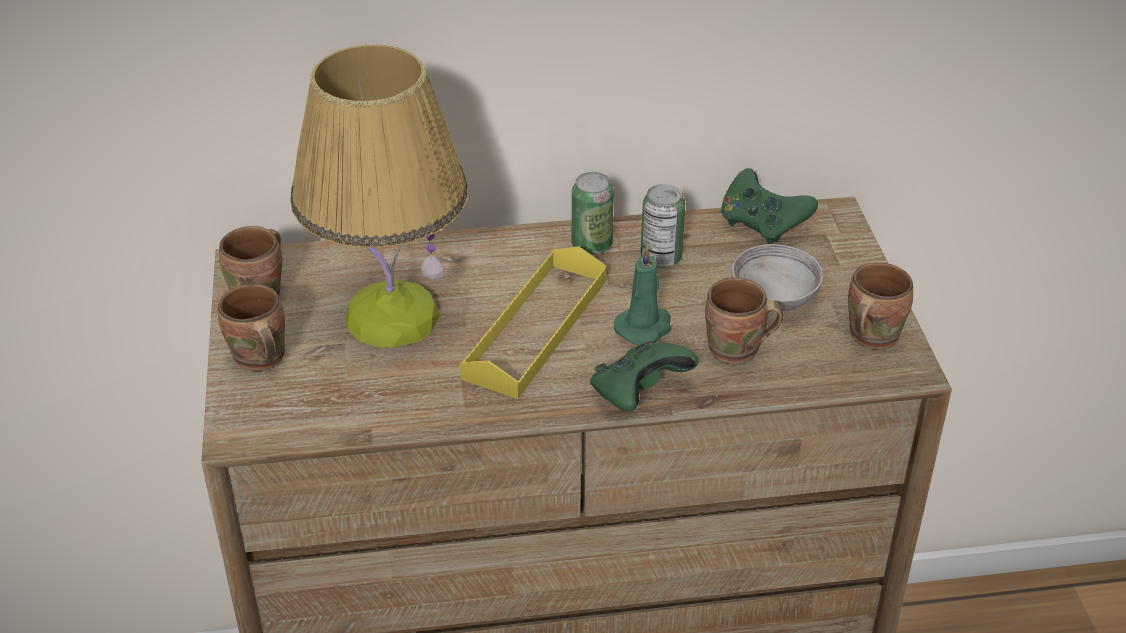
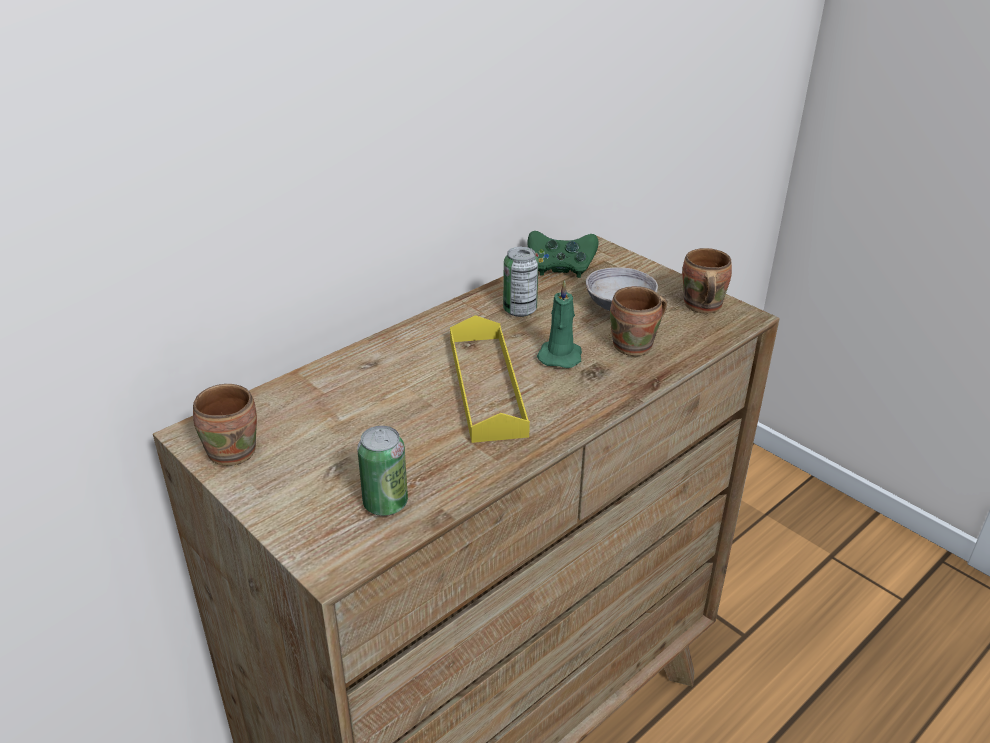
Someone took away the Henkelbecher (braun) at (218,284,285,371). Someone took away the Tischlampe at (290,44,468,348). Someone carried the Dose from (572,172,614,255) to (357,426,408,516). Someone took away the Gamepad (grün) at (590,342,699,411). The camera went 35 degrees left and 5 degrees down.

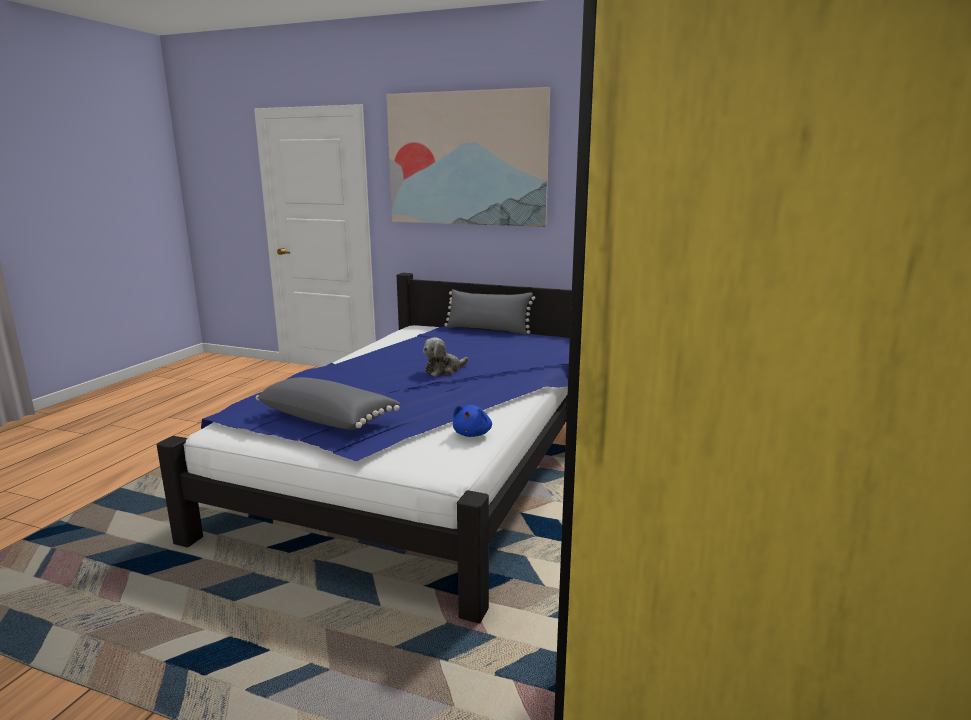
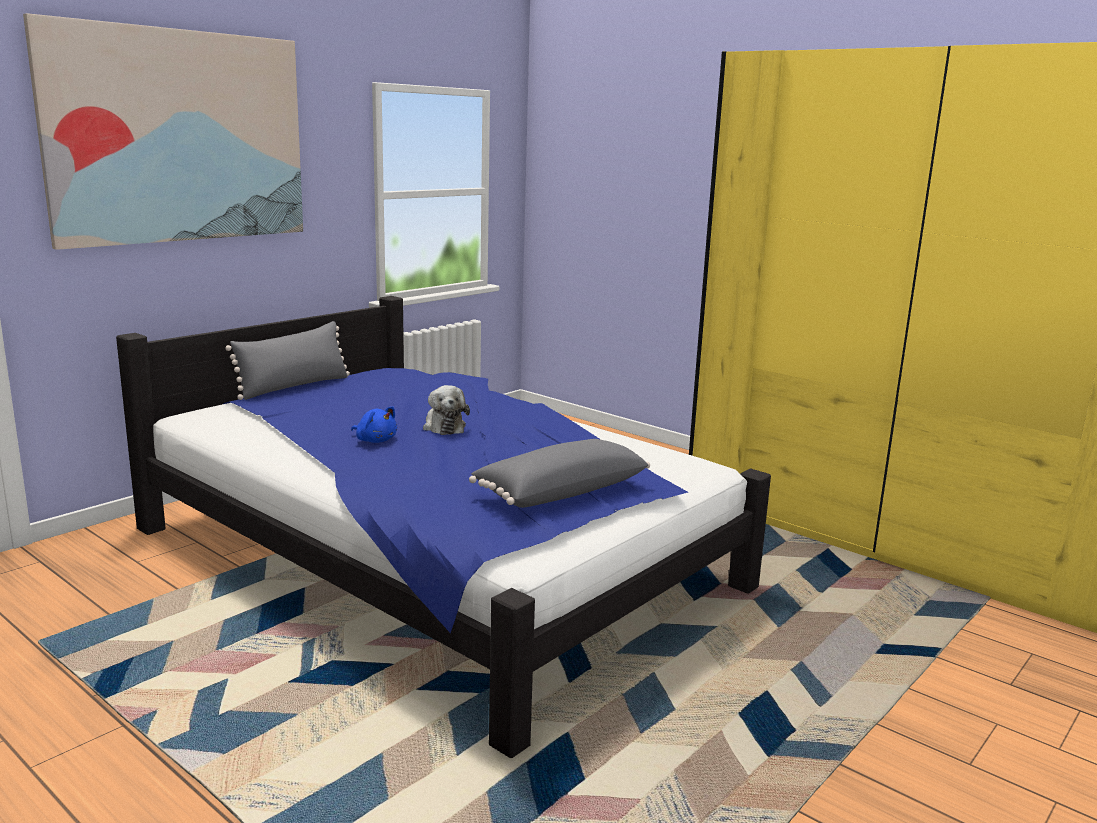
Someone carried the Plüschtier (blau) from (453,405,492,437) to (351,407,397,443). The camera went 70 degrees left and 0 degrees up.

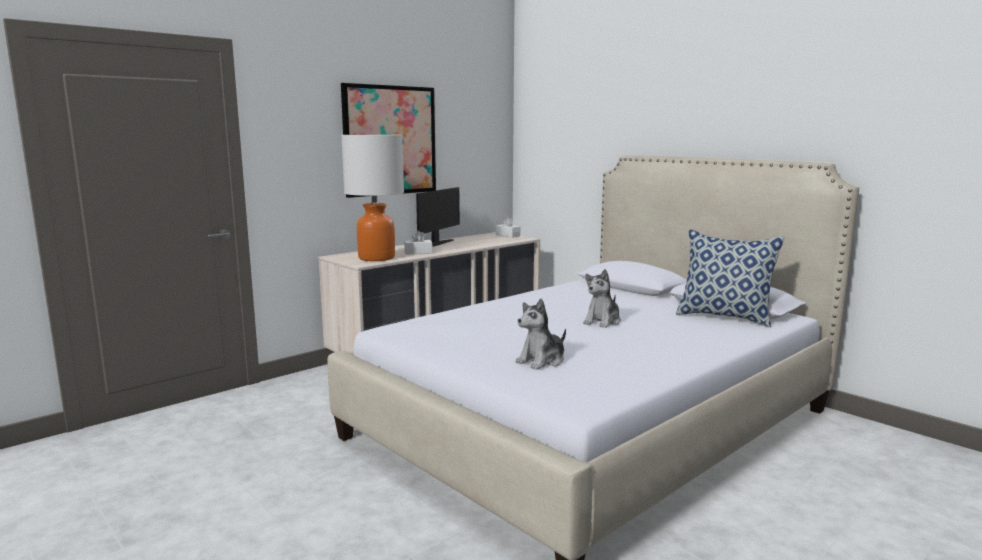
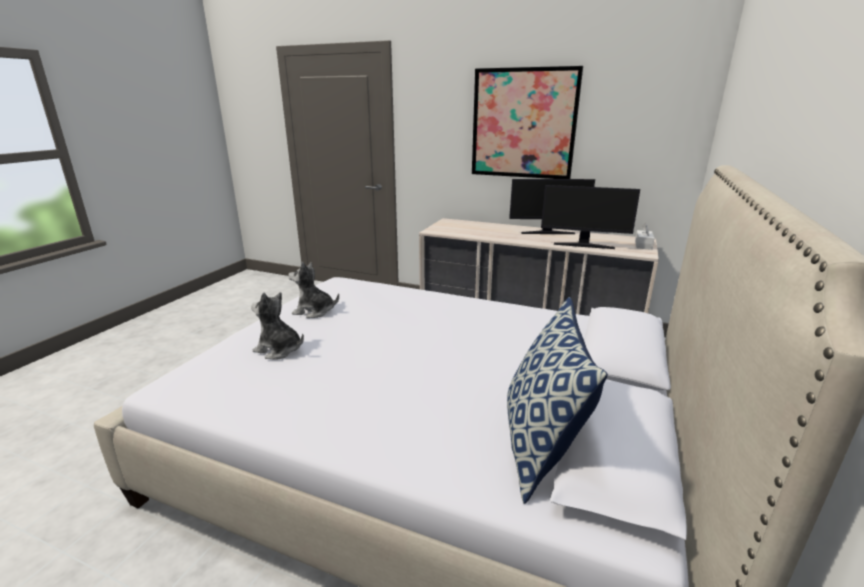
Someone took away the Tischlampe at (341,135,404,261). Someone took away the Taschentuchbox (weiß) at (404,230,433,255). Someone carried the Plüschtier from (583,269,621,328) to (288,262,339,318). Someone put down the Monitor at (541,185,640,249). The camera went 65 degrees right and 10 degrees up.

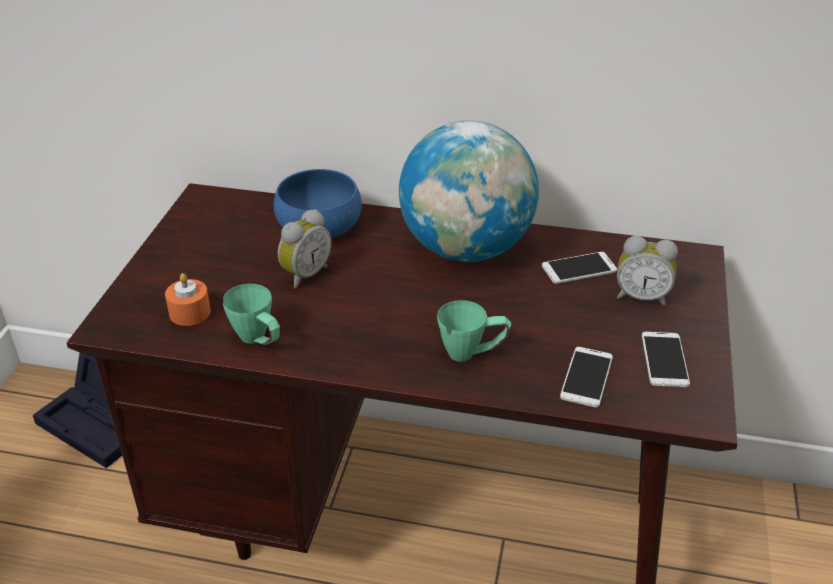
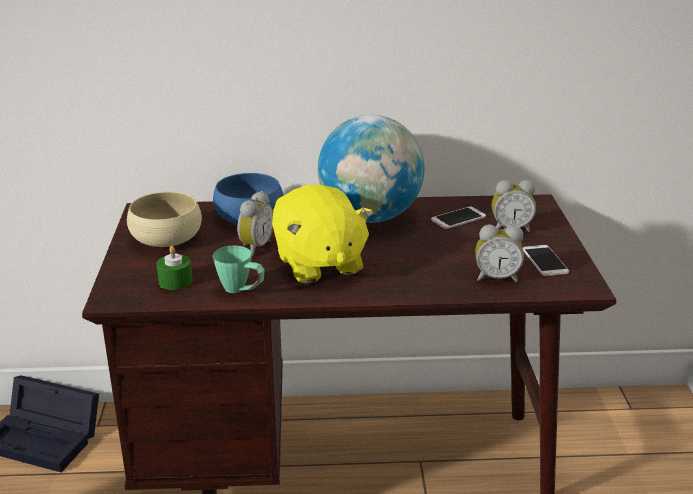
Someone repainted the Kerze (orange) at (165,273,211,326), which became the Kerze (grün) at (157,246,192,290). Someone took away the Henkelbecher (grün) at (437,300,511,362). Someone swapped the Handy at (560,347,613,407) for the Wecker at (475,225,524,283). Someone put down the Schüssel (beige) at (127,191,202,247). Someone put down the Plüschtier (gelb) at (272,185,373,284). The camera went 15 degrees left and 10 degrees down.

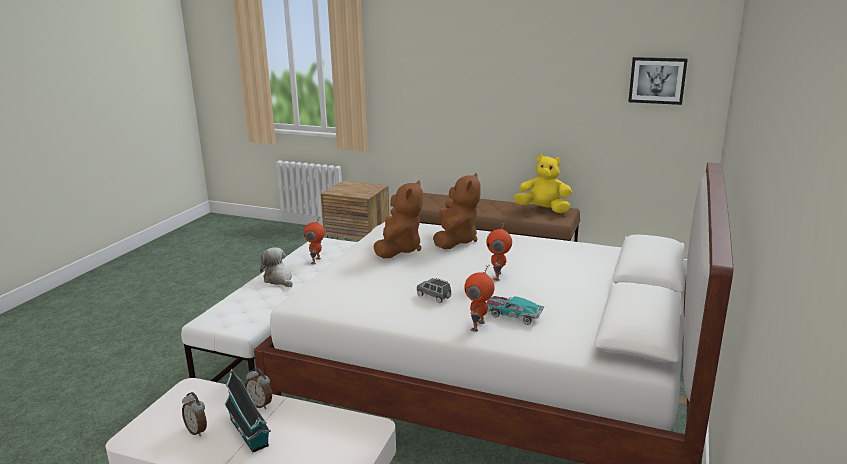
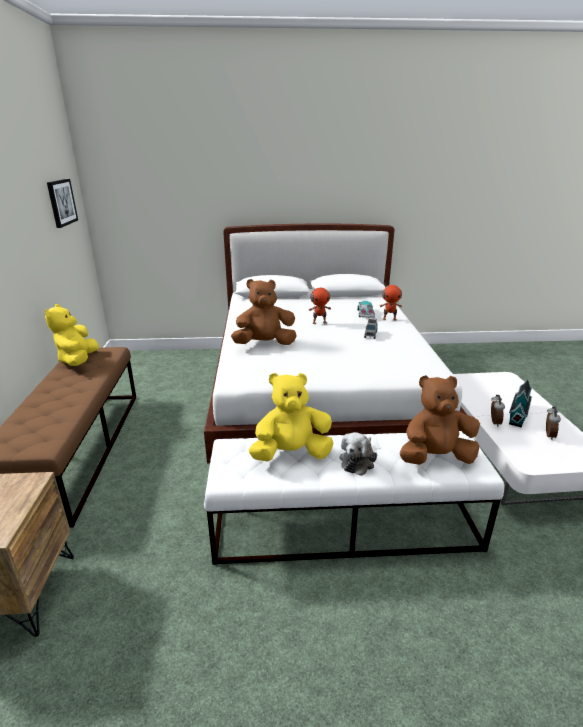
Someone swapped the Spielzeugroboter at (304,217,325,264) for the Plüschtier (gelb) at (249,373,334,462). Someone carried the Plüschtier (braun) from (374,180,423,258) to (400,375,480,465). The camera went 115 degrees left and 5 degrees up.

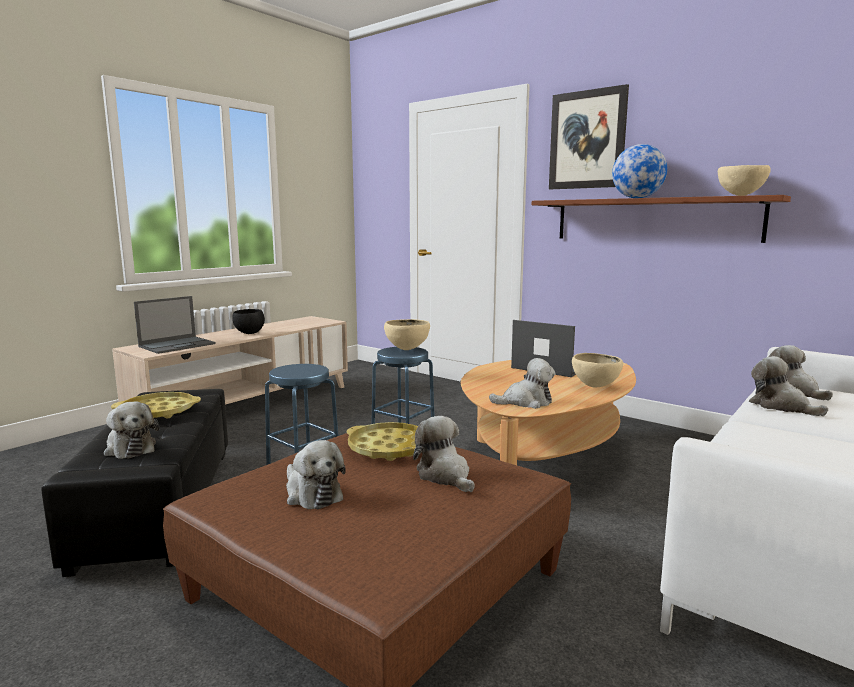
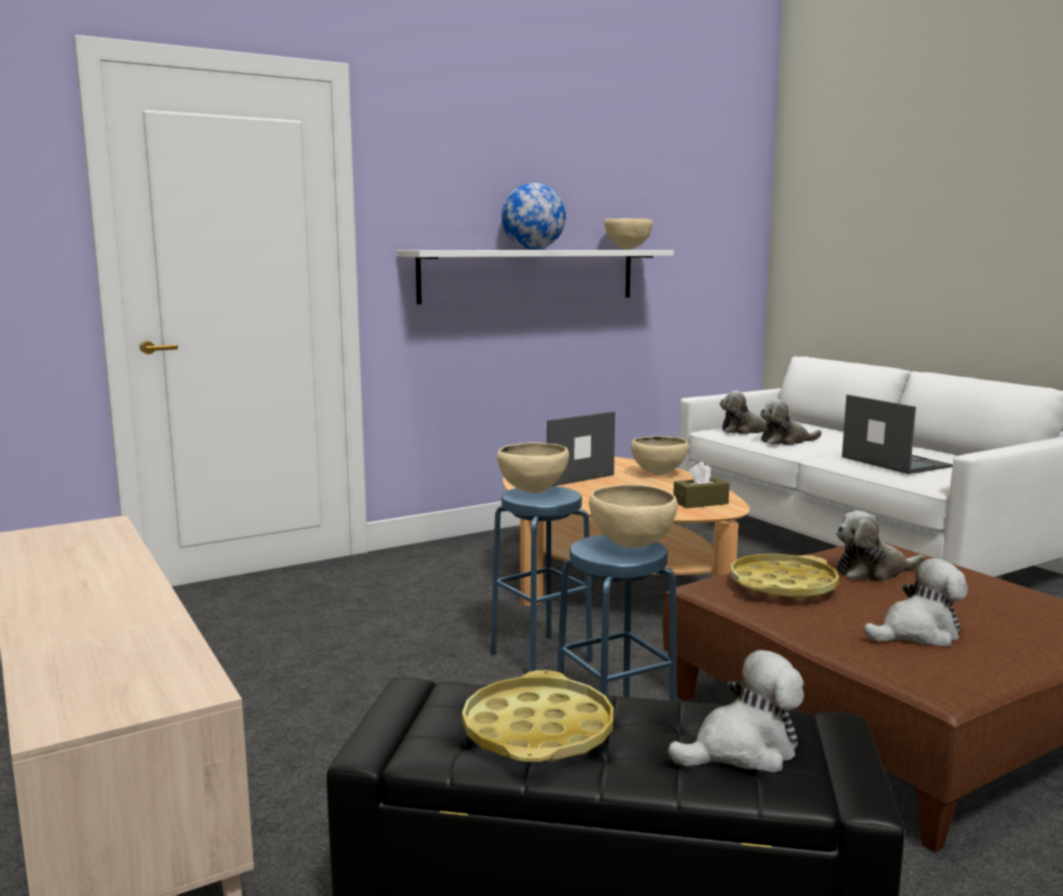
Someone carried the Laptop from (134,296,216,354) to (842,395,953,474). Someone took away the Schüssel (schwarz) at (232,309,265,334). Someone swapped the Plüschtier at (489,358,556,409) for the Taschentuchbox (braun) at (673,462,729,508). Someone repainted the Wandregal (braun) at (532,195,791,243), which became the Wandregal (weiß) at (397,250,674,304). Someone took away the Bild at (549,84,629,189). Someone put down the Schüssel (beige) at (589,484,678,548). The camera went 70 degrees left and 0 degrees up.

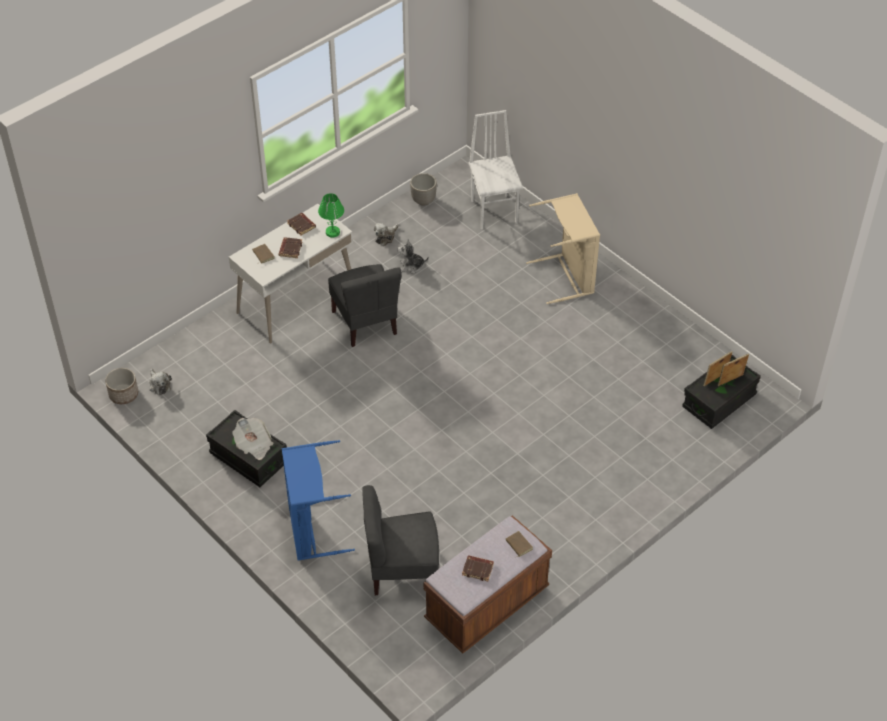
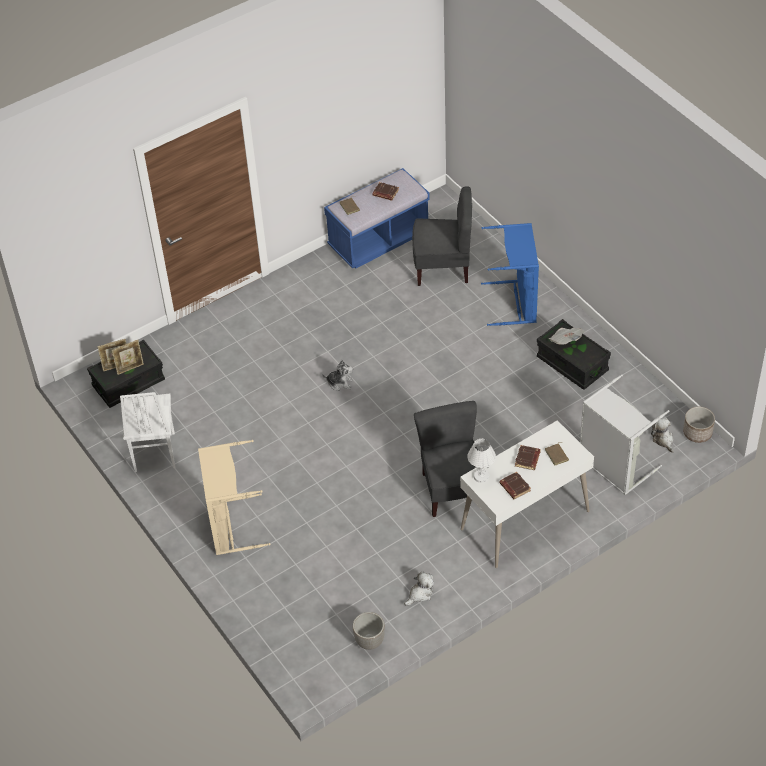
Someone repainted the Tischlampe (grün) at (318,193,344,238), which became the Tischlampe (weiß) at (467,439,496,483). Someone carried the Plüschtier from (397,239,429,273) to (322,360,353,391). Someone repainted the Bank (braun) at (424,515,552,654), which became the Bank (blau) at (324,168,430,269). Someone carried the Stuhl (weiß) from (469,110,523,229) to (120,392,175,472). Someone put down the Wäschekorb (grau) at (580,374,670,495). The camera went 170 degrees left and 0 degrees up.

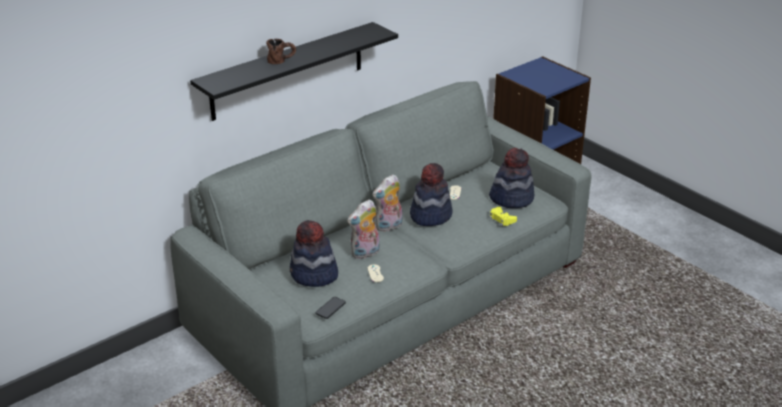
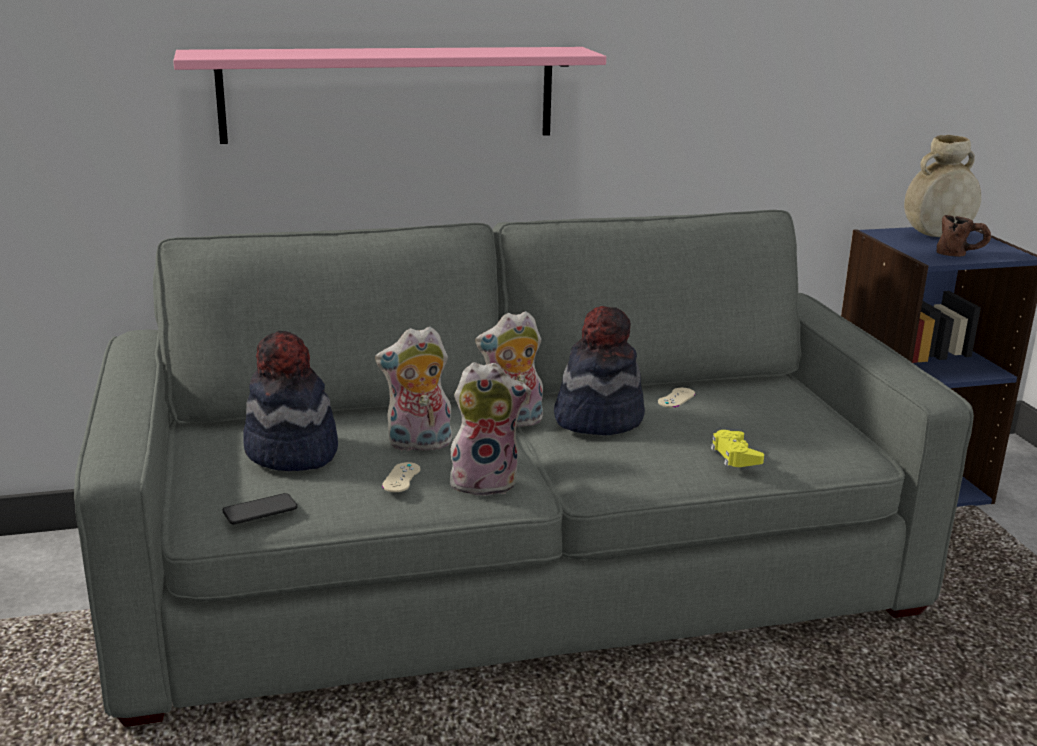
Someone repainted the Wandregal (schwarz) at (190,22,398,121), which became the Wandregal (rosa) at (173,47,606,144). Someone carried the Henkelbecher (braun) from (266,39,296,64) to (936,215,991,257). Someone took away the Hut at (489,148,535,208). Someone put down the Plüschtier at (450,362,531,496). Someone put down the Vase (beige) at (904,135,981,237). The camera went 25 degrees right and 10 degrees down.

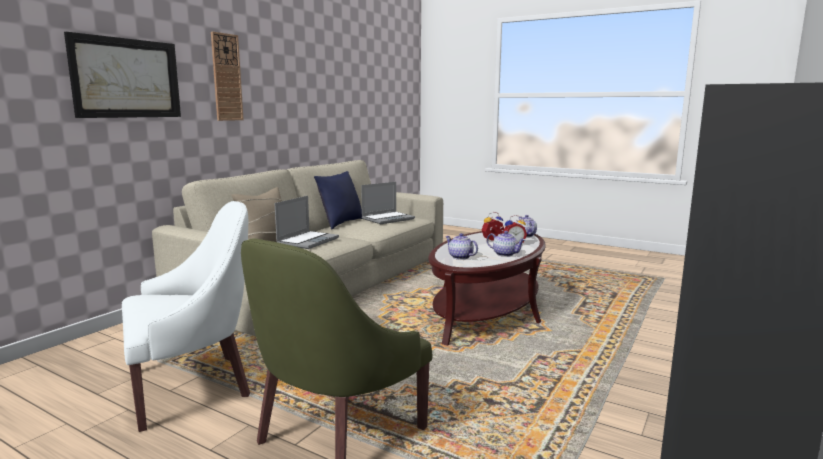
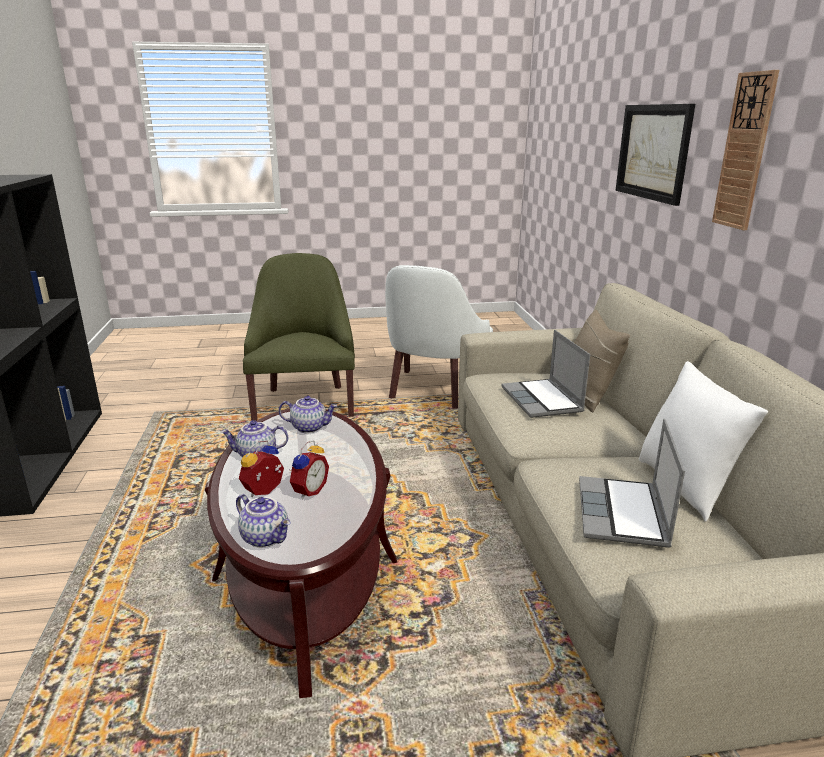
Someone repainted the Kissen (blau) at (314,171,362,229), which became the Kissen (weiß) at (639,361,768,522). The camera went 140 degrees right and 10 degrees up.

